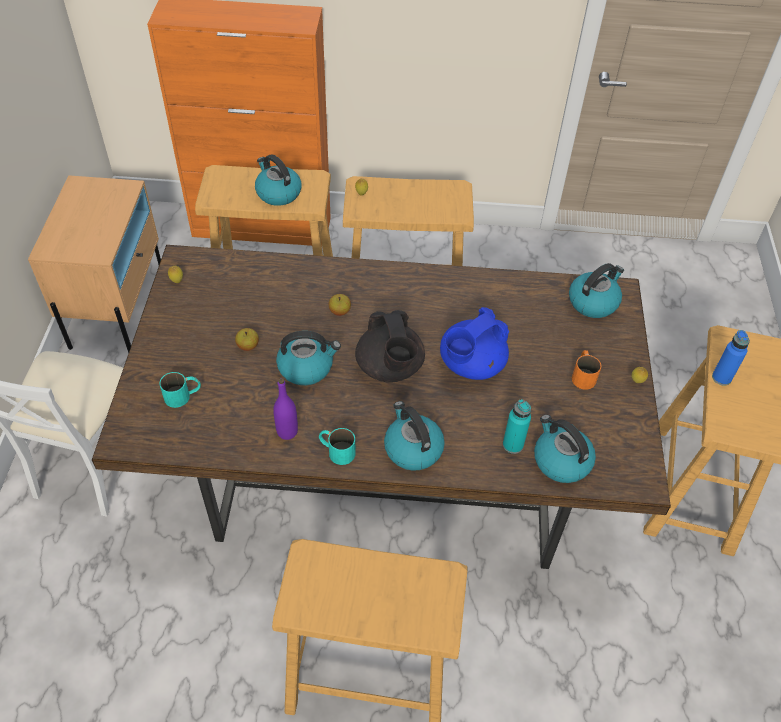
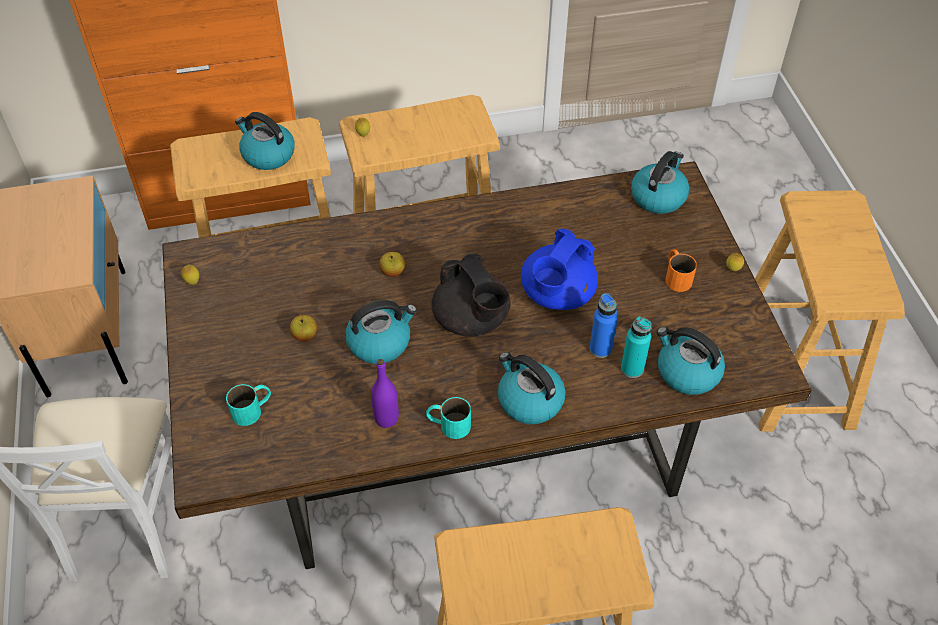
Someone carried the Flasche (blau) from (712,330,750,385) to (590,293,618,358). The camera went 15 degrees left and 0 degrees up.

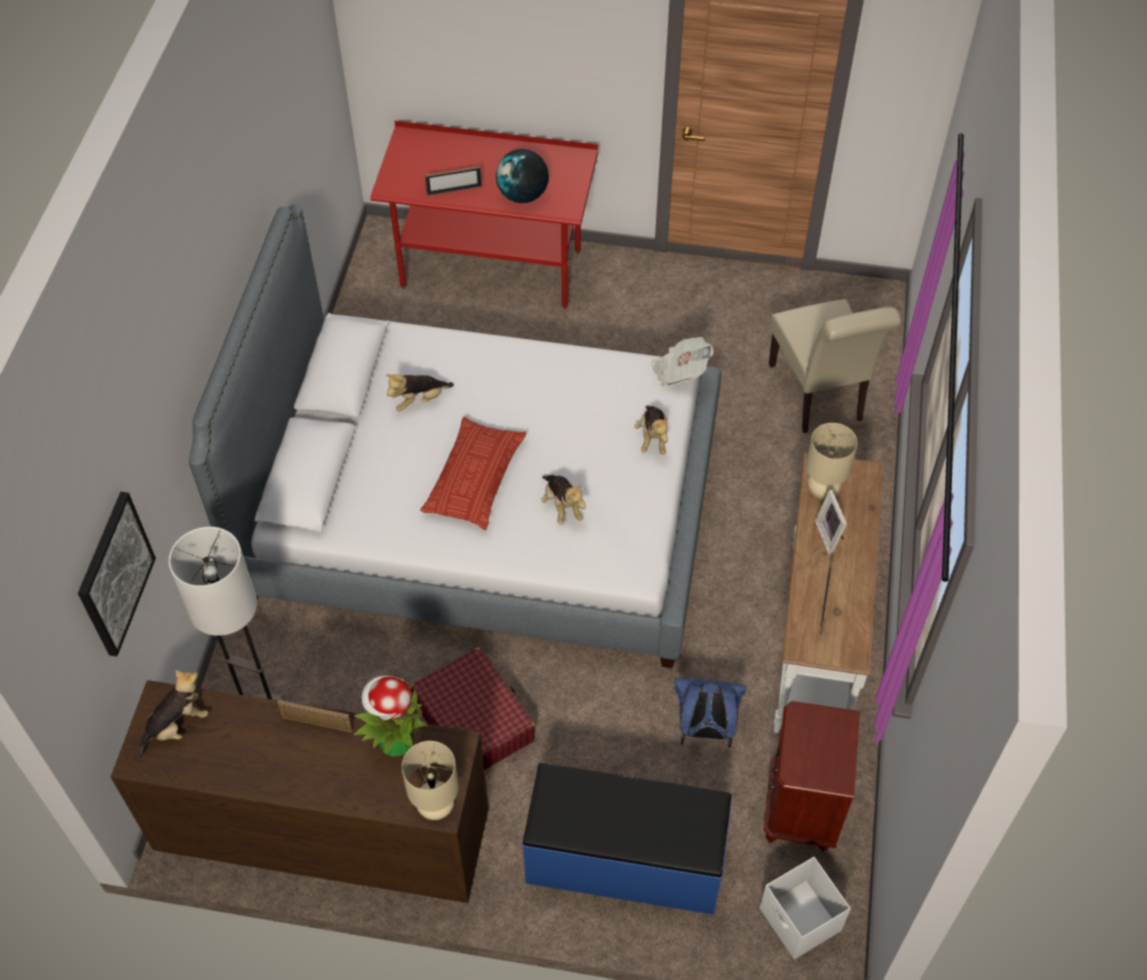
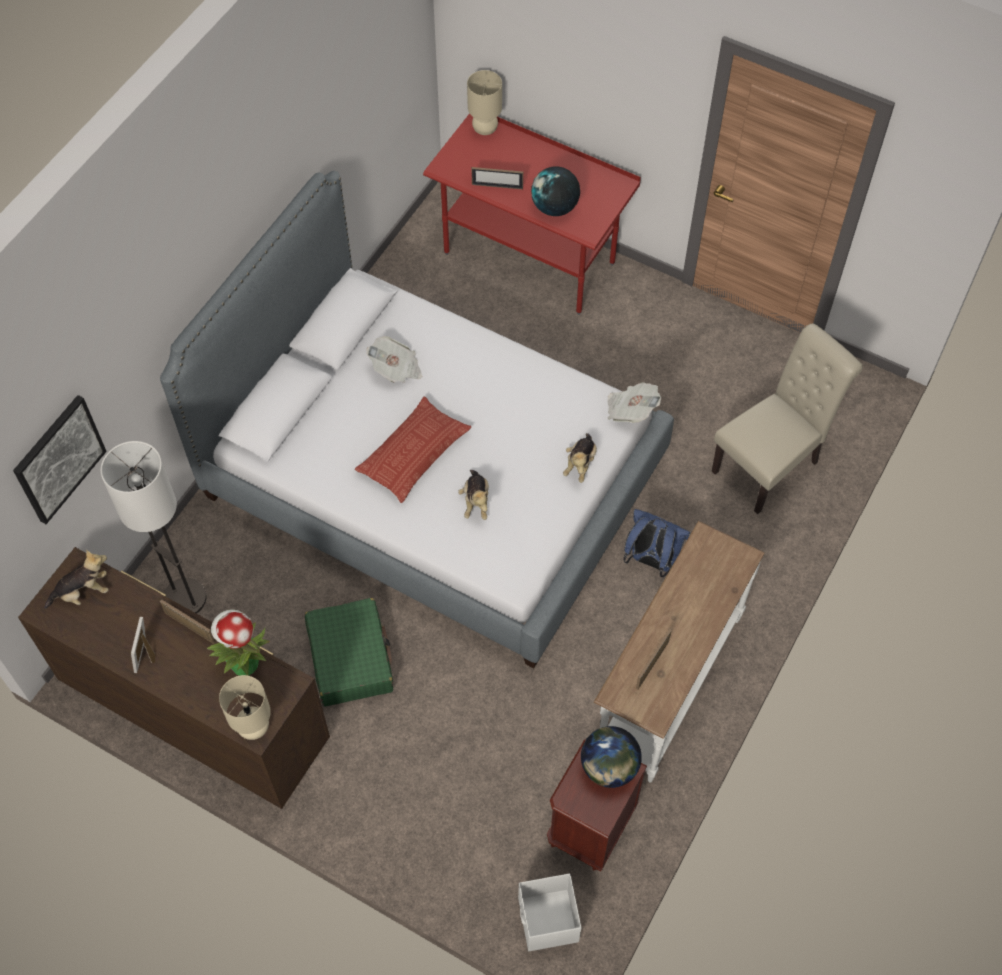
Someone swapped the Plüschtier at (385,374,454,412) for the Zeitung at (367,336,423,383). Someone repainted the Koffer (rot) at (410,647,536,770), which became the Koffer (grün) at (305,598,393,707). Someone took away the Bank (blau) at (522,763,732,915). Someone carried the Rucksack (blau) from (674,678,747,747) to (623,509,690,577). Someone rotated the Stuhl (beige) at (769,299,901,433) by 135 degrees counterclockwise. Someone carried the Tischlampe (beige) from (806,423,857,499) to (467,70,502,135). Someone carried the Bilderrahmen from (815,490,847,555) to (131,617,155,673). Someone put down the Globus at (581,726,642,788). The camera went 20 degrees right and 5 degrees up.

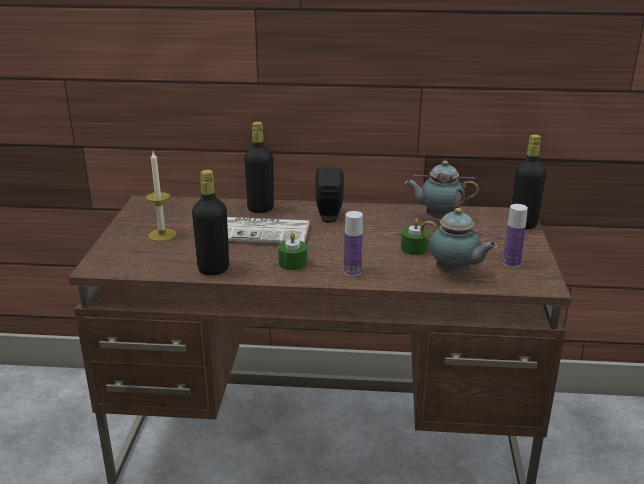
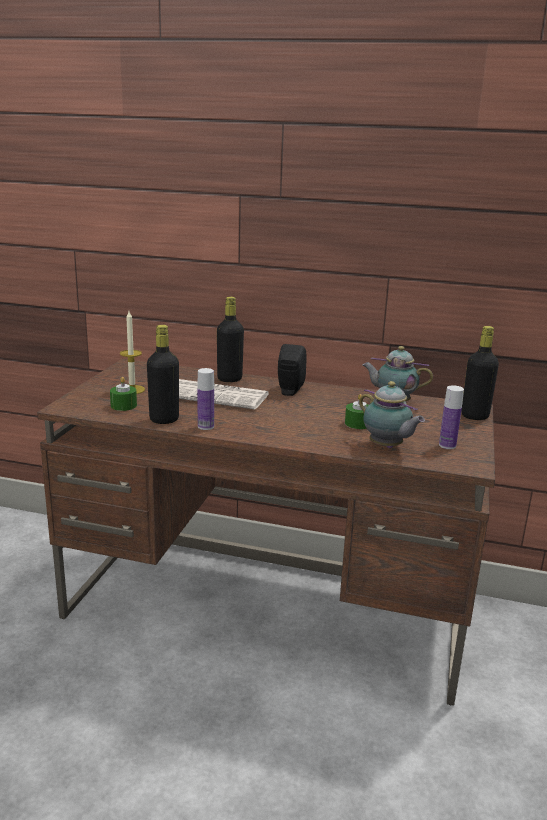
Someone carried the Kerze (grün) from (278,232,307,270) to (110,377,137,411). Someone carried the Flasche from (344,211,363,276) to (197,368,214,430). The camera went 10 degrees right and 5 degrees down.

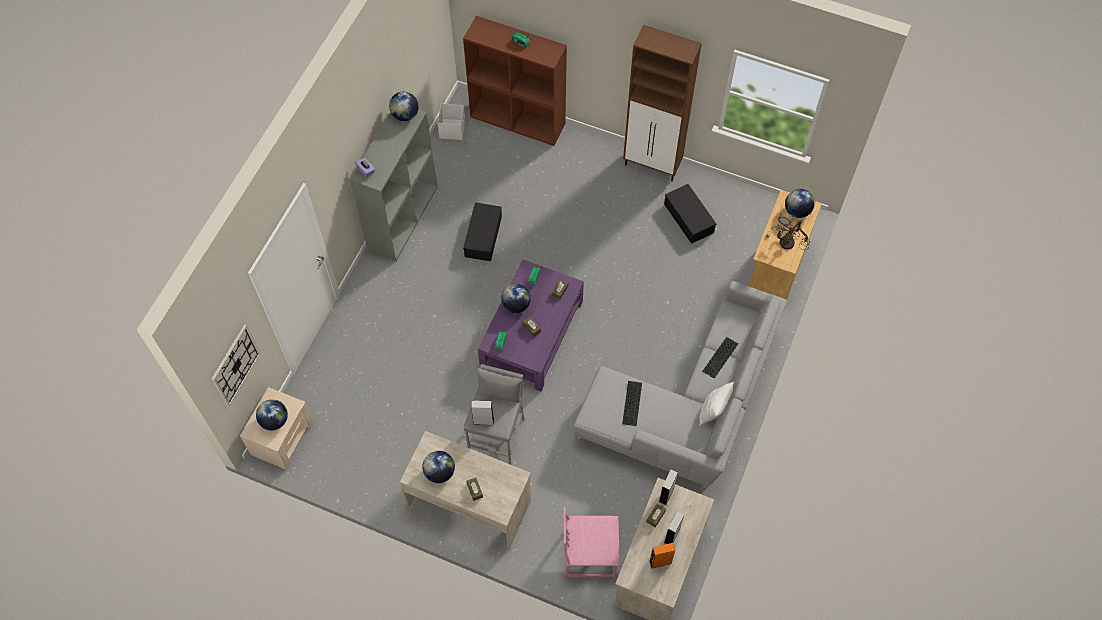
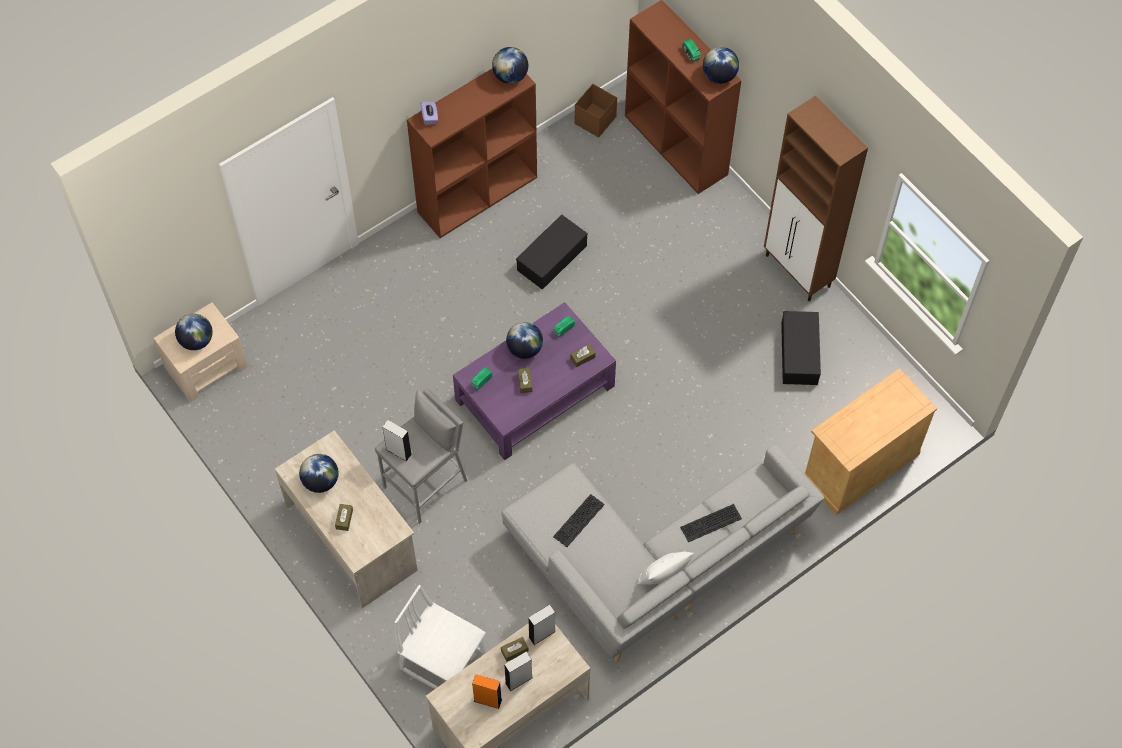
Someone took away the Wanduhr at (211,324,260,407). Someone repainted the Bücherregal (grau) at (350,109,437,262), which became the Bücherregal (braun) at (407,69,537,238). Someone repainted the Aufbewahrungsbox (weiß) at (437,104,465,140), which became the Aufbewahrungsbox (braun) at (575,84,617,137). Someone repainted the Stuhl (rosa) at (563,507,620,578), which became the Stuhl (weiß) at (395,585,486,689). Someone took away the Tischlampe at (766,213,810,250). Someone carried the Globus from (785,189,815,218) to (703,47,739,84). The camera went 30 degrees right and 0 degrees up.

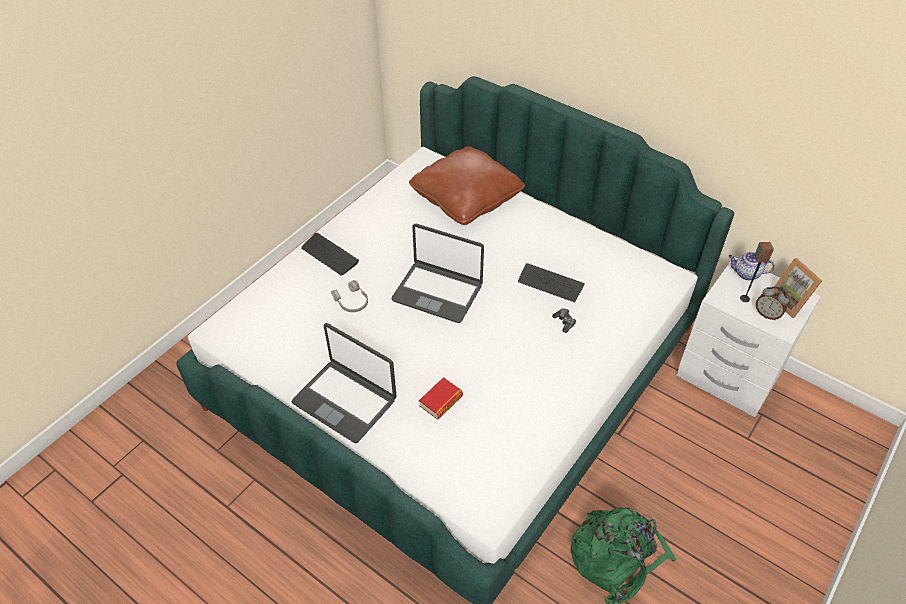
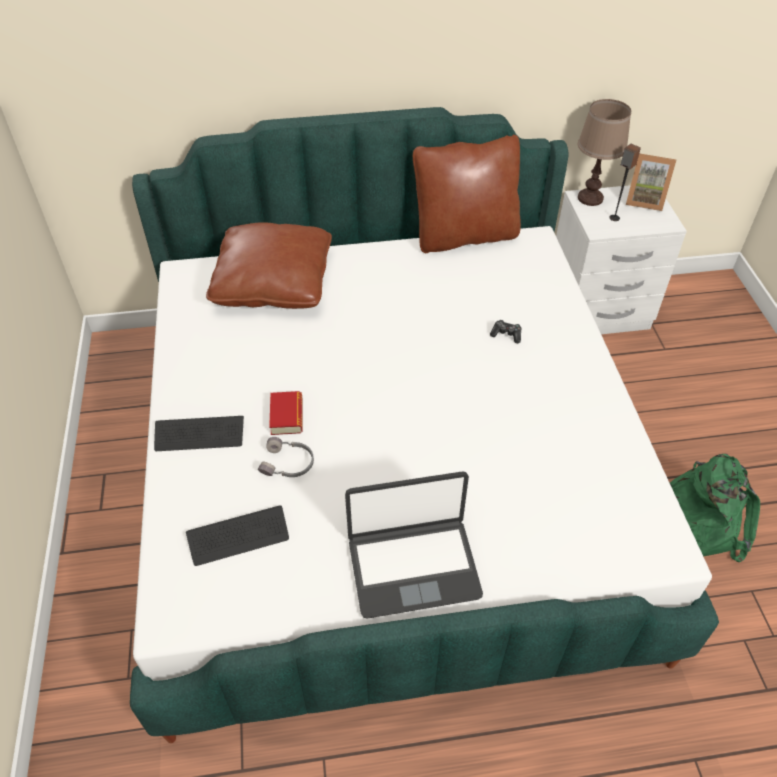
Someone took away the Laptop at (392,224,484,323). Someone carried the Buch from (419,377,463,419) to (269,391,303,435). Someone carried the Tastatur from (518,263,585,302) to (186,505,289,566). Someone swapped the Teekanne at (729,252,775,280) for the Tischlampe (braun) at (578,99,631,206). Someone took away the Wecker at (756,286,789,320). Someone put down the Kissen (braun) at (413,135,521,253). The camera went 45 degrees left and 0 degrees up.

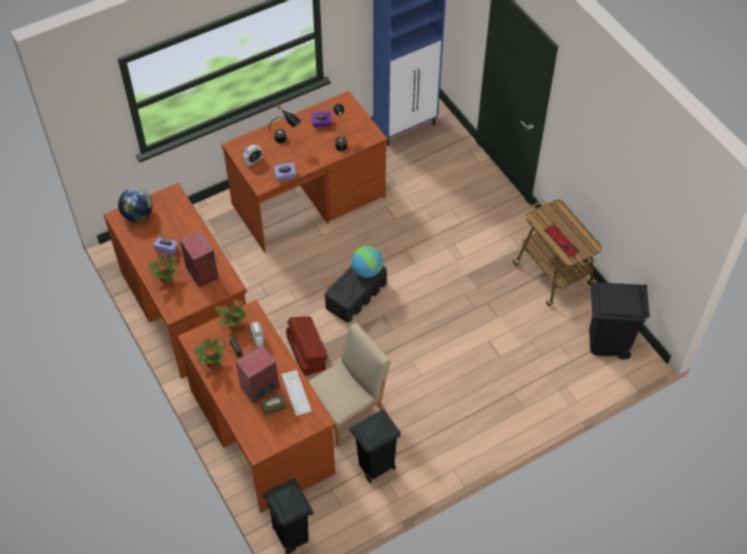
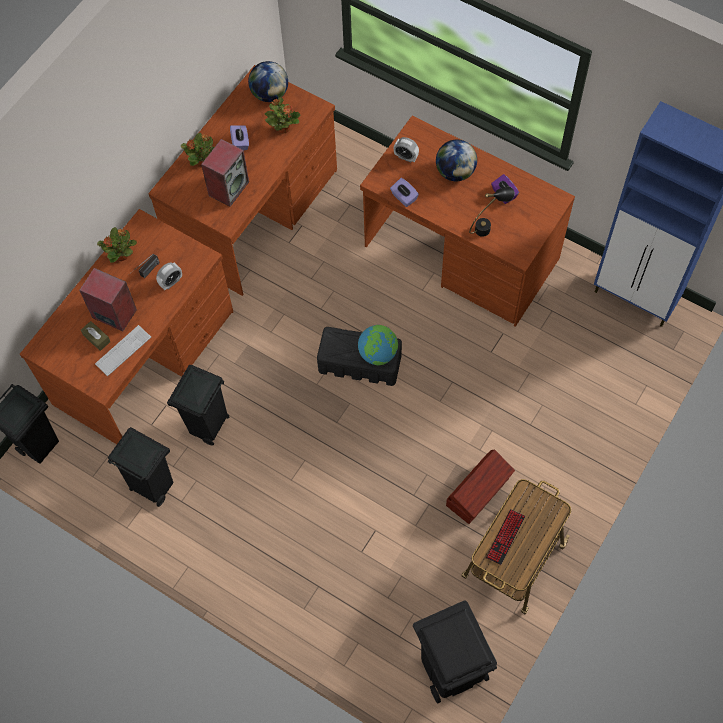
Someone carried the Topfpflanze from (215,300,247,329) to (265,97,300,134). Someone swapped the Tischlampe (schwarz) at (269,104,301,143) for the Globus at (436,140,477,181). Someone carried the Aufbewahrungsbox (braun) from (286,316,328,376) to (446,449,515,524). Someone swapped the Stuhl (beige) at (309,322,390,447) for the Mülleimer (schwarz) at (167,365,229,446). The camera went 65 degrees right and 10 degrees up.

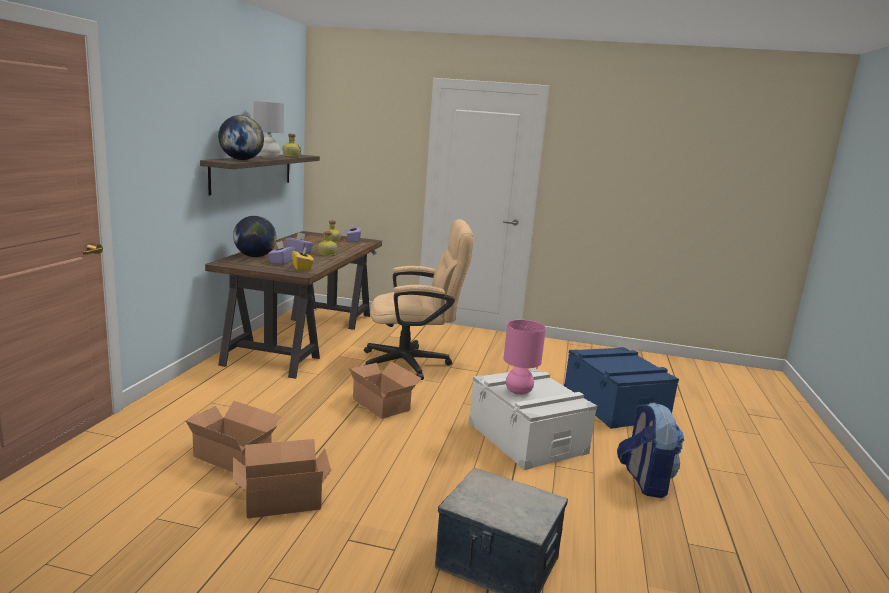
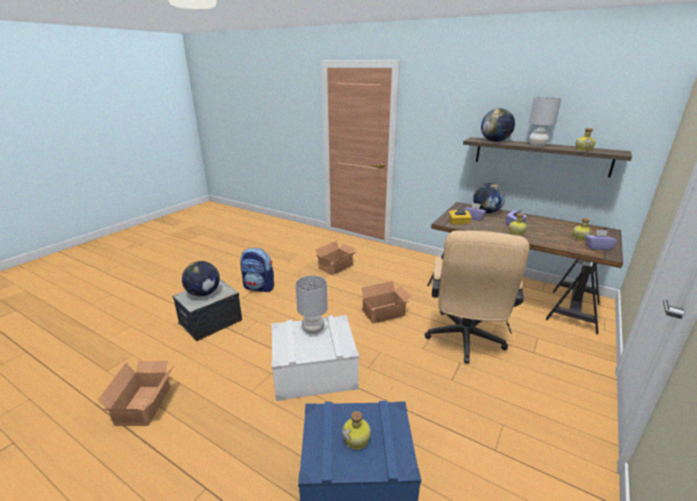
Someone carried the Karton from (233,439,331,519) to (98,361,175,426). Someone repainted the Tischlampe (rosa) at (504,320,546,395), which became the Tischlampe (grau) at (296,275,328,334). Someone carried the Rucksack from (617,402,684,498) to (240,248,274,293). Someone put down the Globus at (182,261,220,297). Someone put down the Flasche at (342,411,371,450). The camera went 110 degrees right and 10 degrees up.

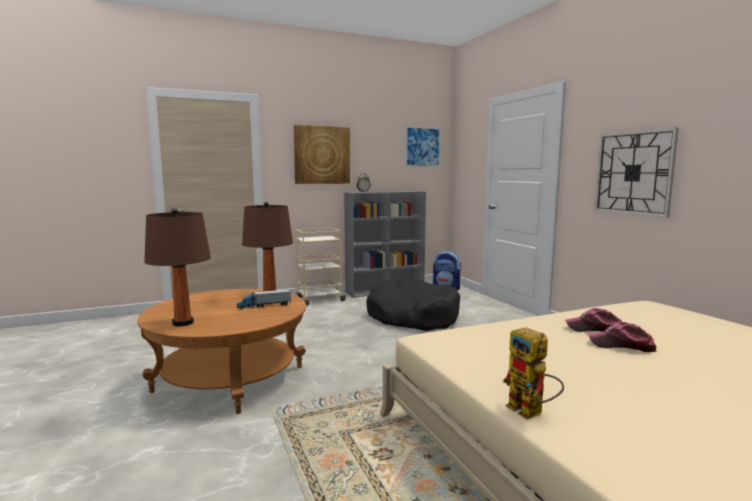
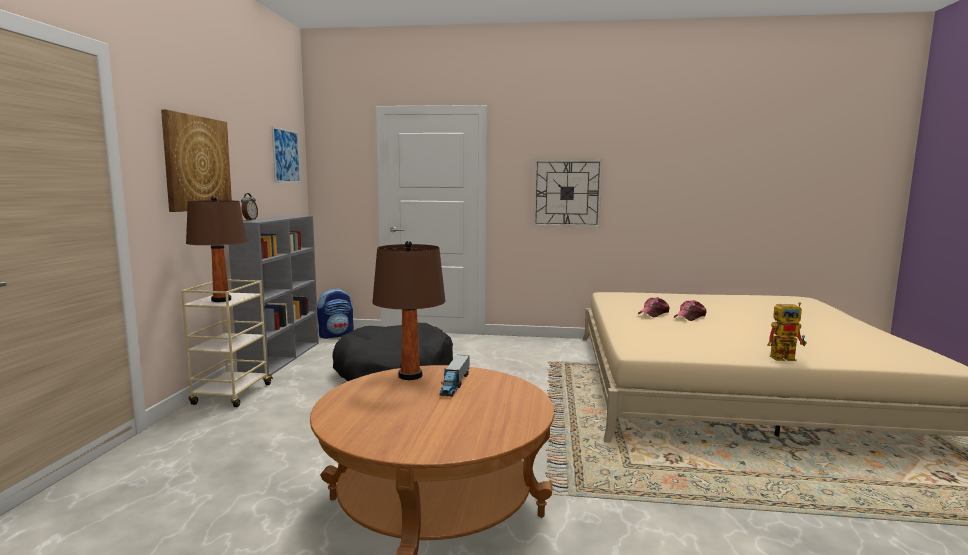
Someone carried the Tischlampe (braun) from (144,208,211,326) to (186,196,247,302). The camera went 60 degrees left and 0 degrees up.

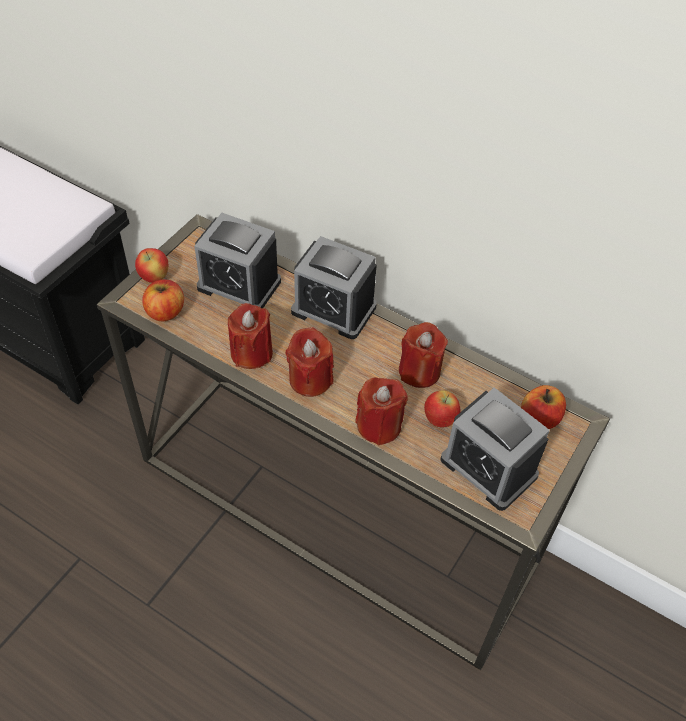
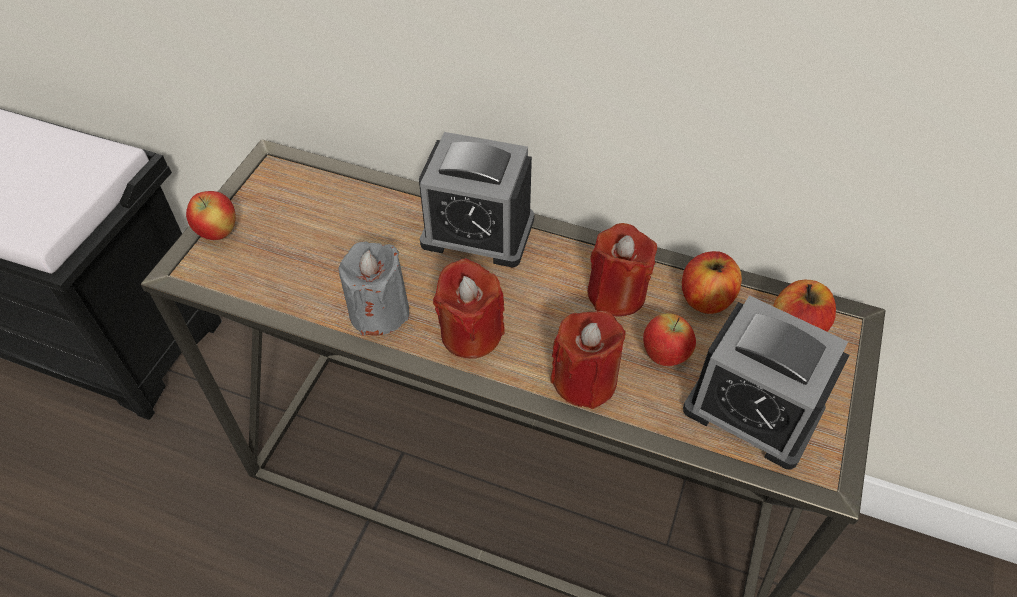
Someone carried the Apfel from (142,279,184,321) to (682,251,742,314). Someone took away the Wecker at (194,213,281,308). Someone repainted the Kerze (rot) at (228,303,273,369), which became the Kerze (grau) at (338,241,409,336). The camera went 10 degrees left and 0 degrees up.

